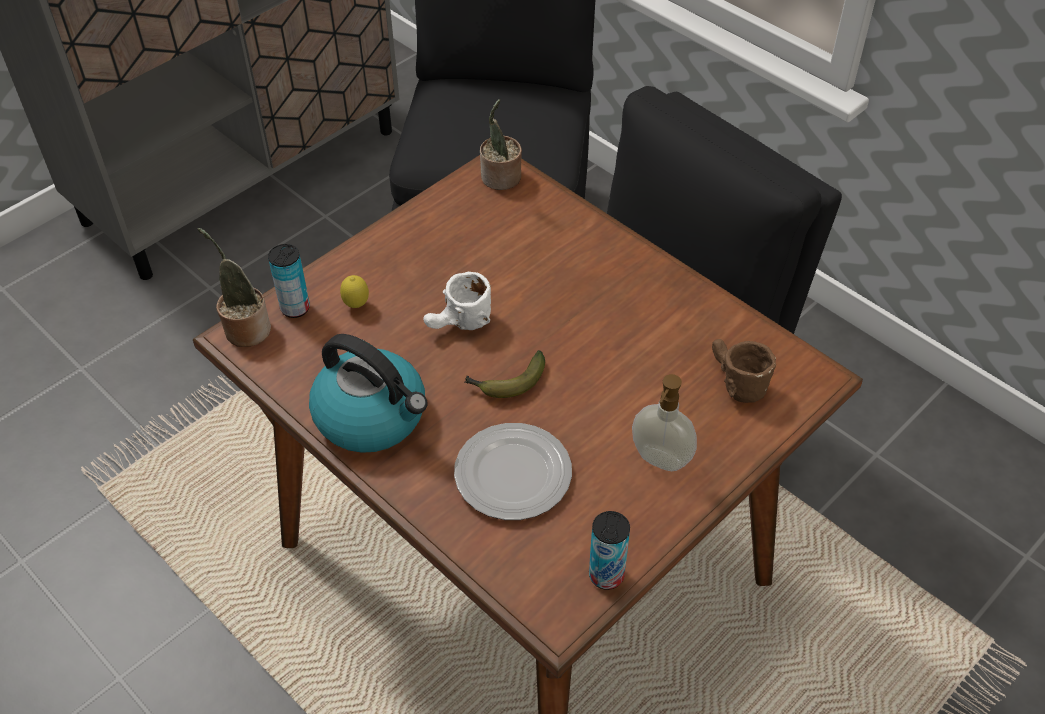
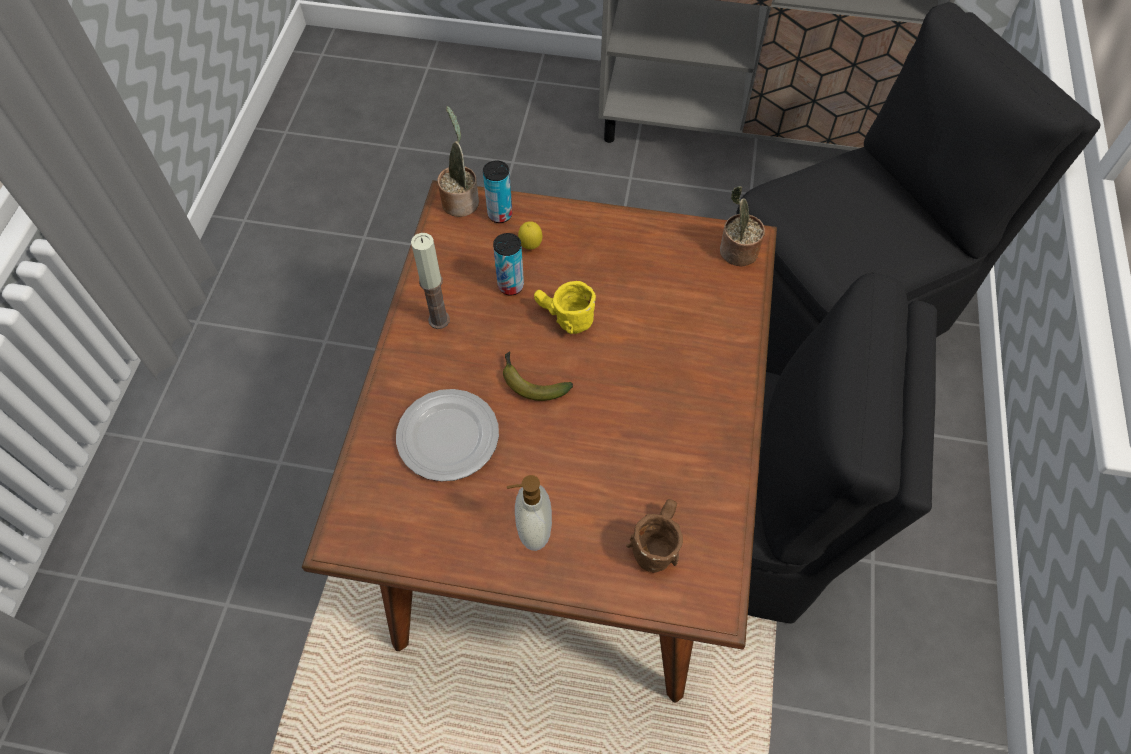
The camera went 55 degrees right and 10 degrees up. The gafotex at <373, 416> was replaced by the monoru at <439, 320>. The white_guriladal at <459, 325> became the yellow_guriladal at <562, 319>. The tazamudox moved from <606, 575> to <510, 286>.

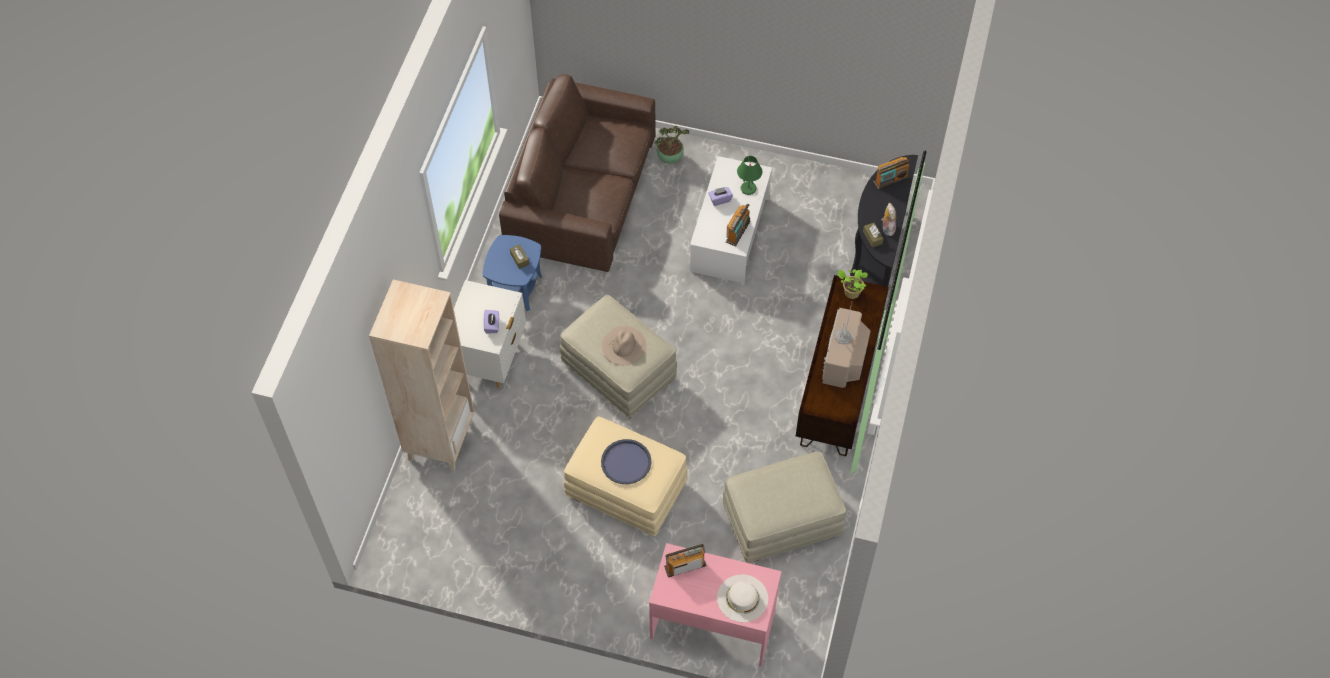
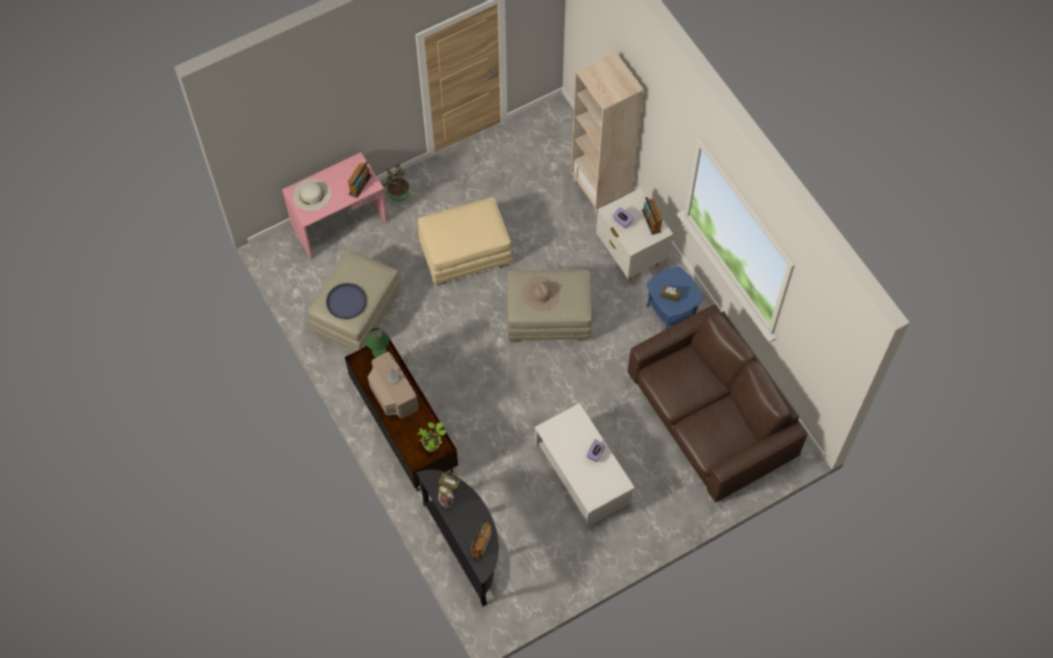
The camera went 135 degrees right and 5 degrees up. The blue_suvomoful moved from <626, 462> to <346, 301>. The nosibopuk moved from <670, 158> to <398, 196>. The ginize moved from <738, 231> to <651, 221>. The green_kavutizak moved from <748, 188> to <379, 352>.

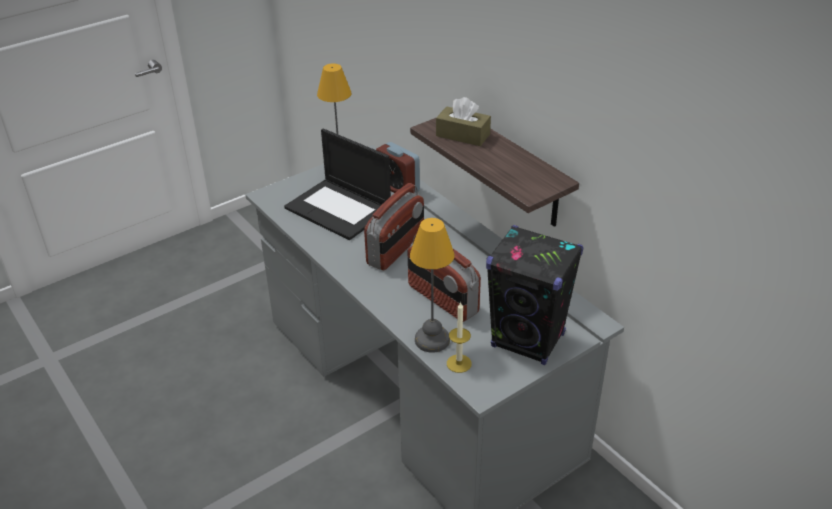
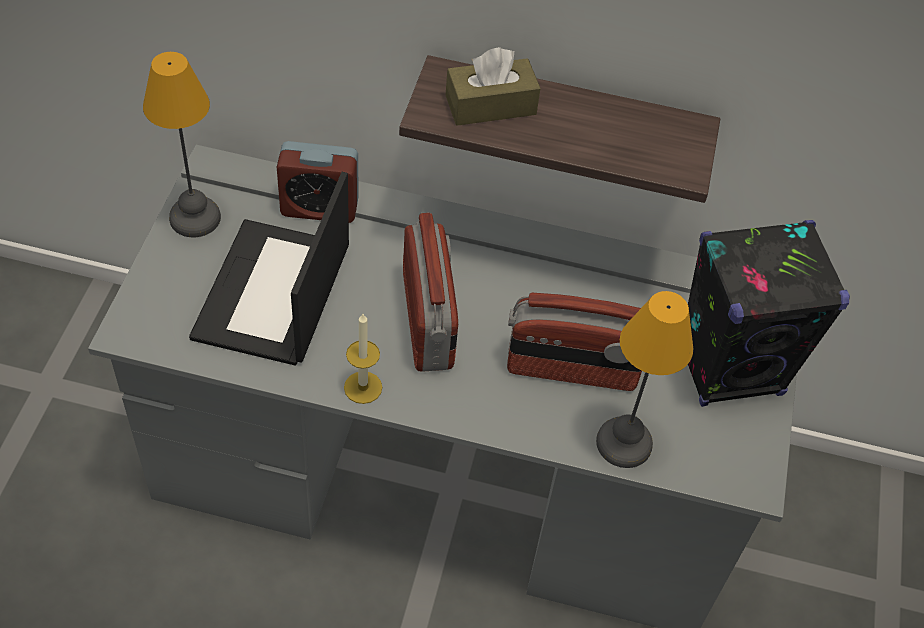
The camera went 45 degrees left and 15 degrees up. The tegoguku at <339, 209> turned 105 degrees clockwise. The monoru moved from <459, 363> to <363, 387>.

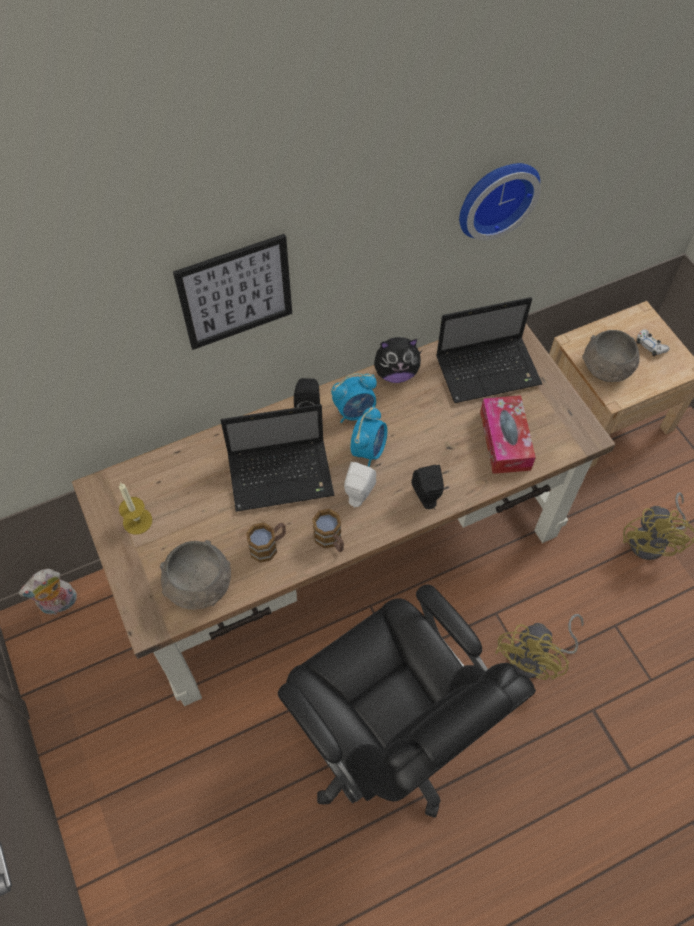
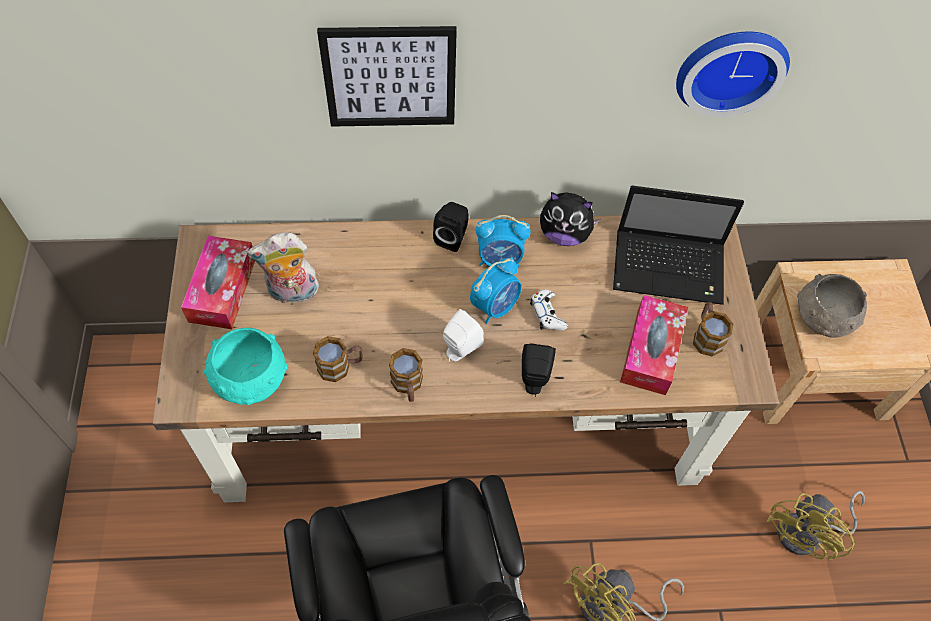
The camera went 20 degrees right and 0 degrees up. The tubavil moved from <59, 605> to <292, 293>. The monoru at <137, 521> was replaced by the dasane at <222, 289>. The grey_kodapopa at <199, 586> became the turquoise_kodapopa at <250, 380>. The tegoguku at <283, 475> disappeared. The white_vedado moved from <650, 345> to <547, 314>. The guriladal at <706, 336> appeared.

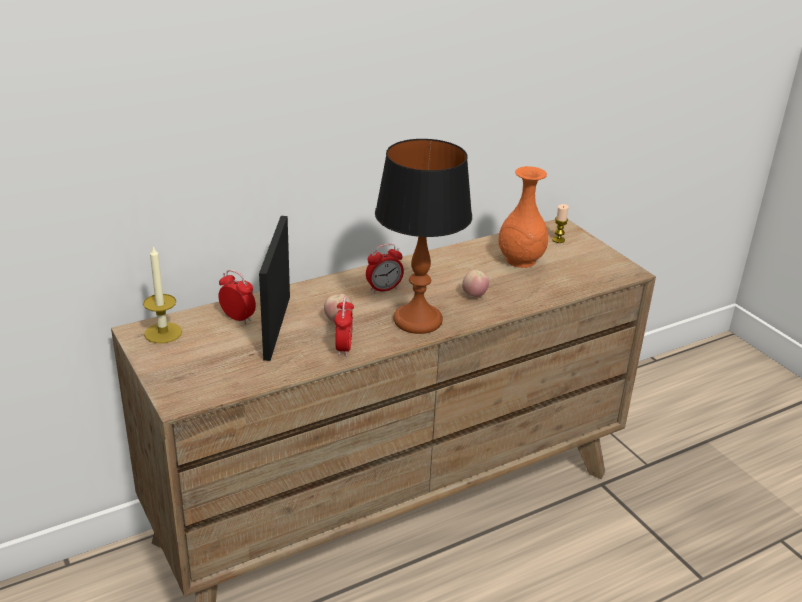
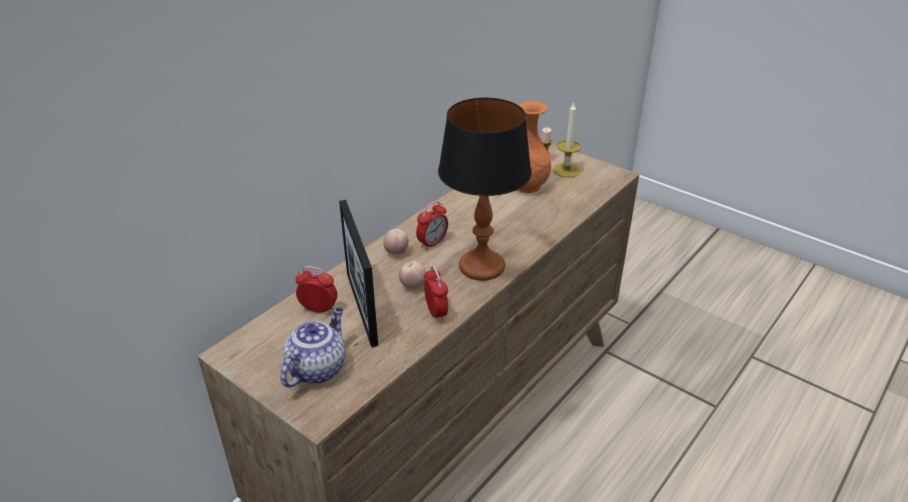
The camera went 20 degrees left and 5 degrees up. The monoru moved from <163, 333> to <566, 170>. The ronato moved from <474, 295> to <396, 252>. The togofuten at <317, 368> appeared.

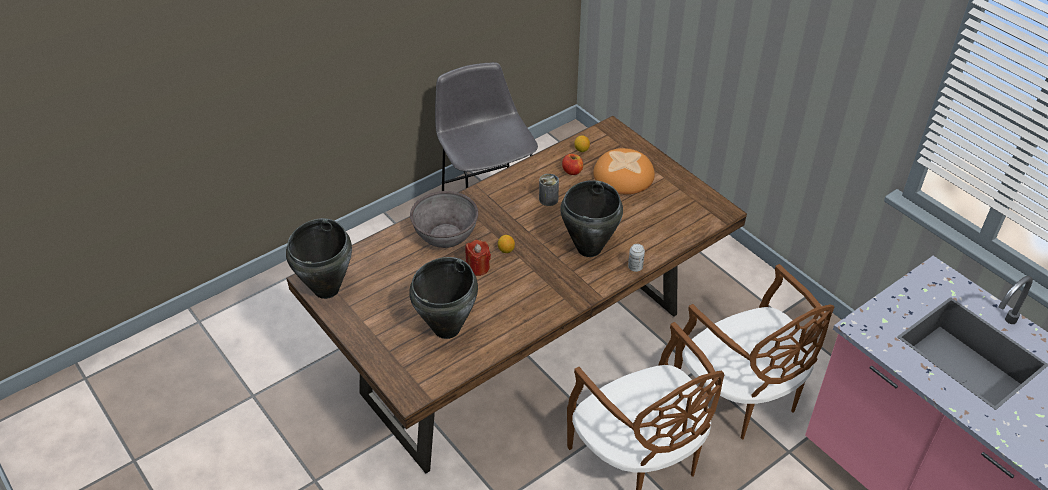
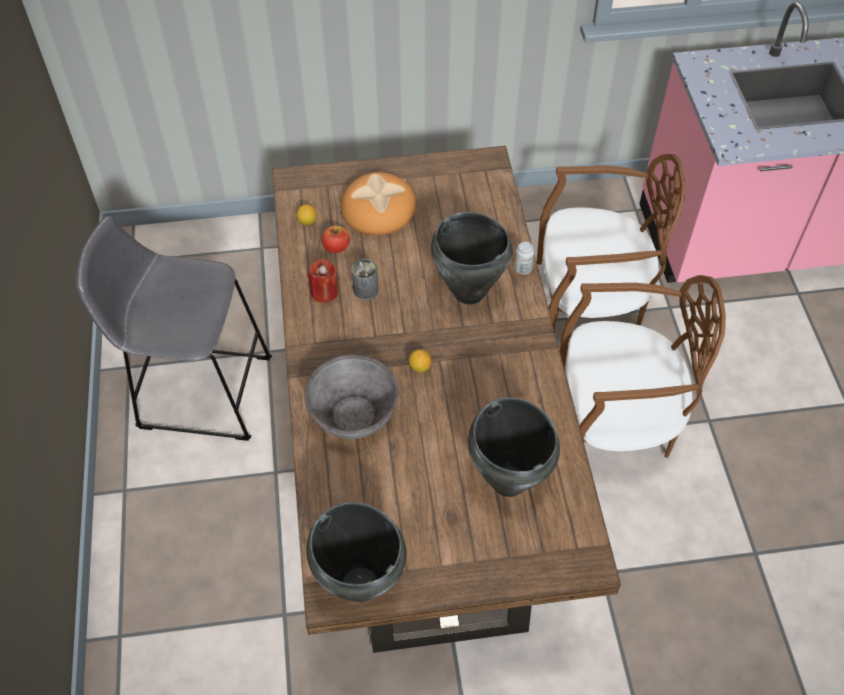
The camera went 60 degrees left and 10 degrees up. The red_monoru moved from <478, 267> to <324, 292>.

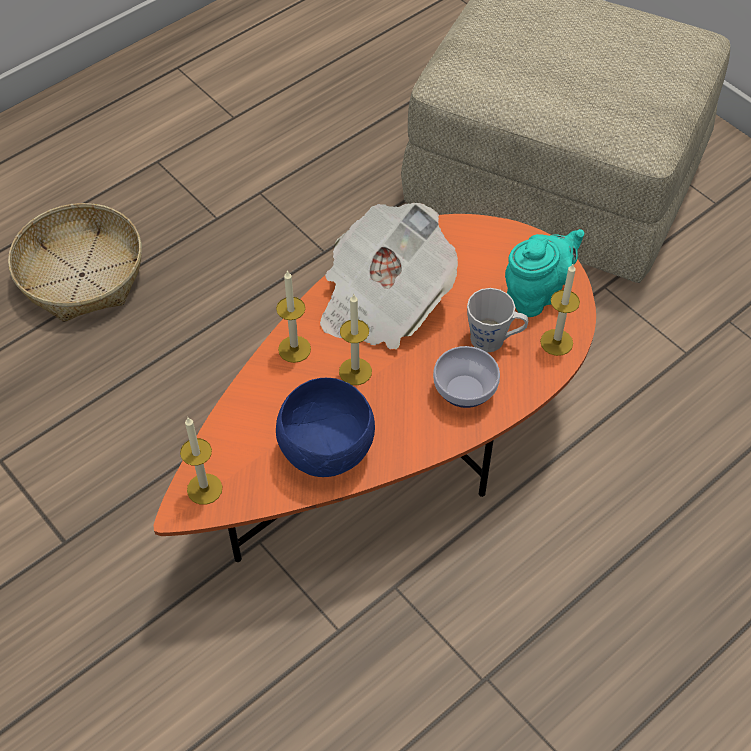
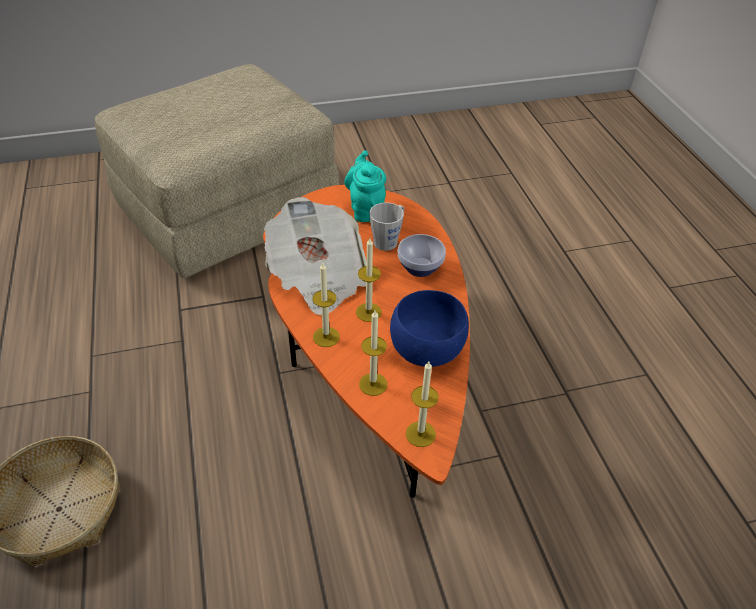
The camera went 65 degrees left and 10 degrees down. The monoru moved from <556, 342> to <373, 384>.

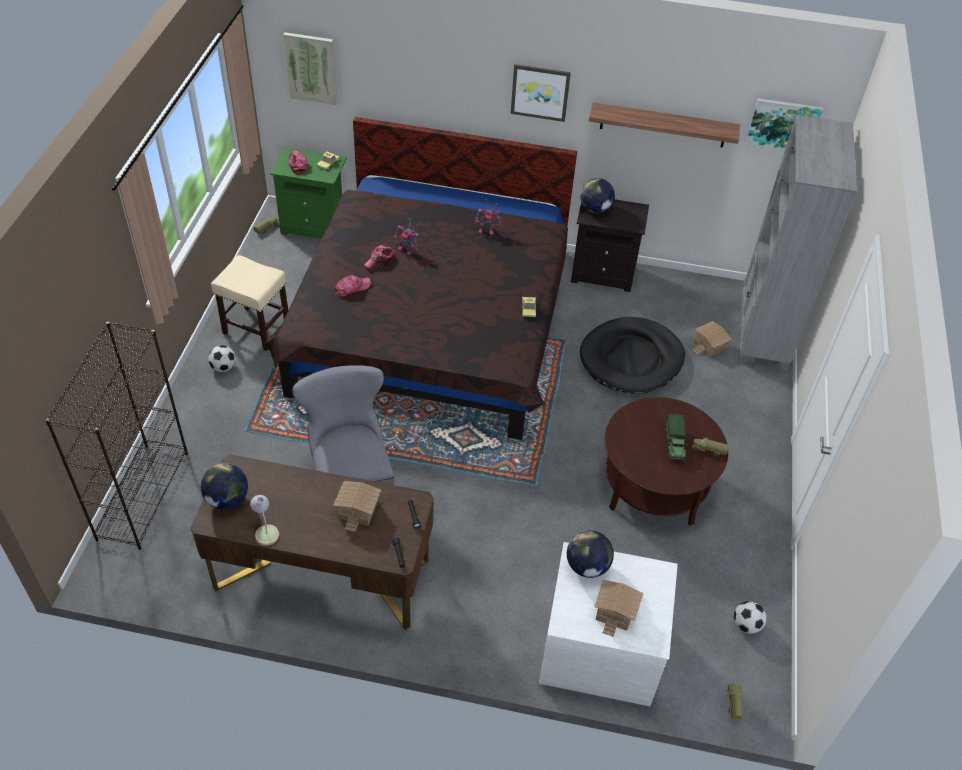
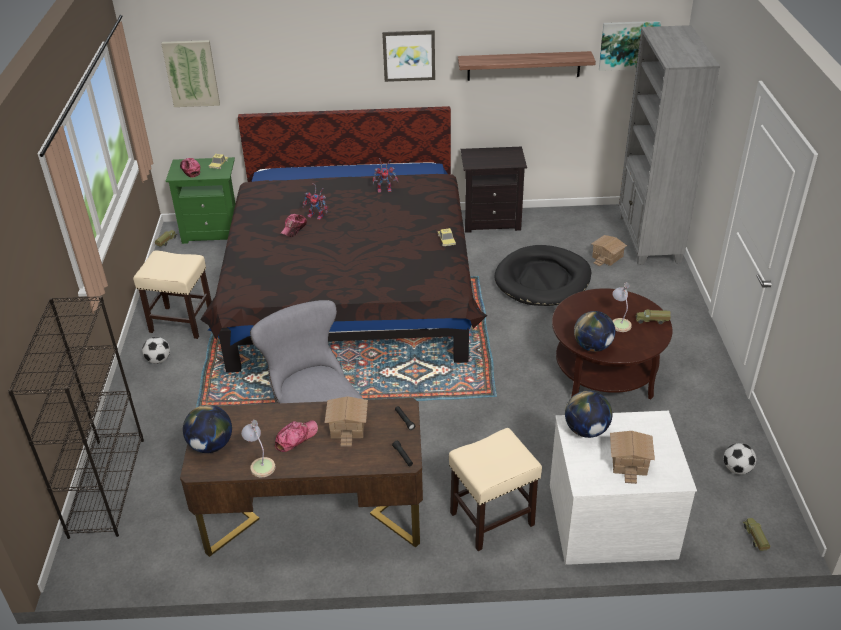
The camera went 10 degrees left and 10 degrees down. The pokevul moved from <352, 288> to <296, 438>. The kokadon moved from <595, 209> to <592, 346>. The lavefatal at <674, 444> was replaced by the kavutizak at <619, 322>. The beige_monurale at <492, 518> appeared.

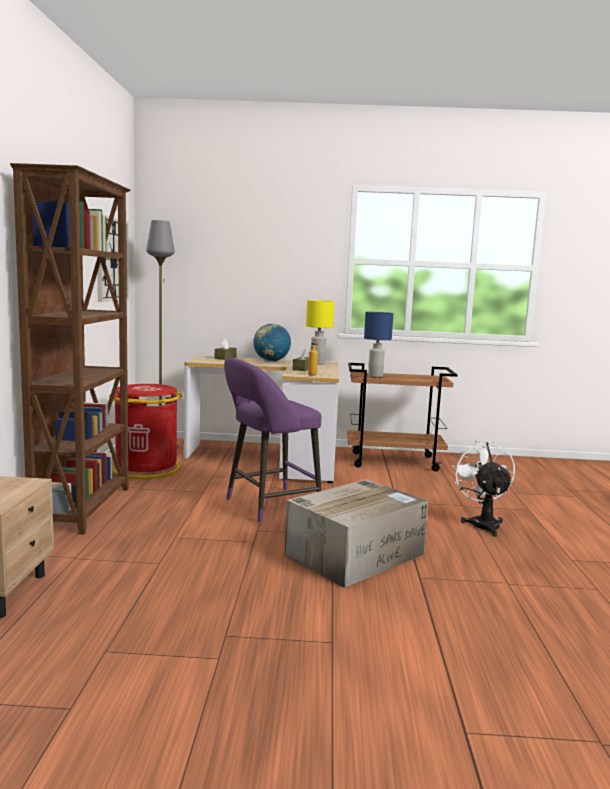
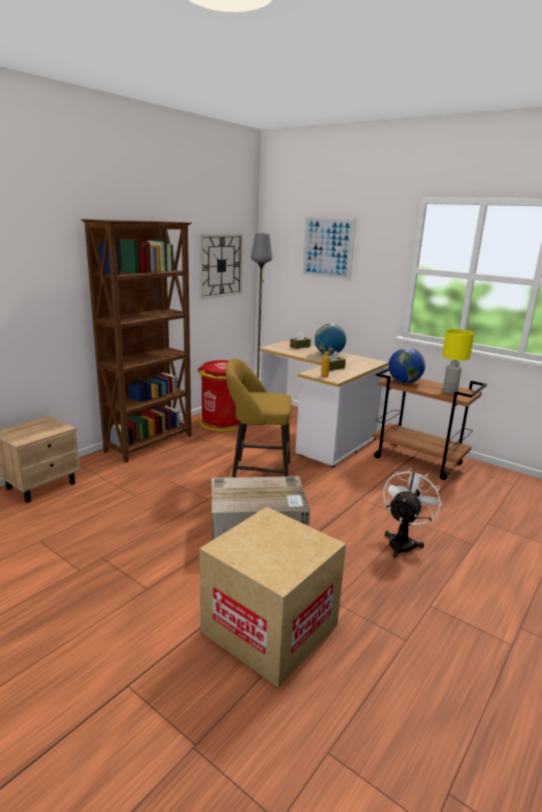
The camera went 35 degrees right and 10 degrees up. The purple_monurale at <268, 506> became the yellow_monurale at <257, 474>. The yellow_kavutizak moved from <317, 363> to <450, 391>. The blue_kavutizak at <375, 376> was replaced by the kokadon at <404, 382>. The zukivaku at <270, 628> appeared. The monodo at <327, 248> appeared.

